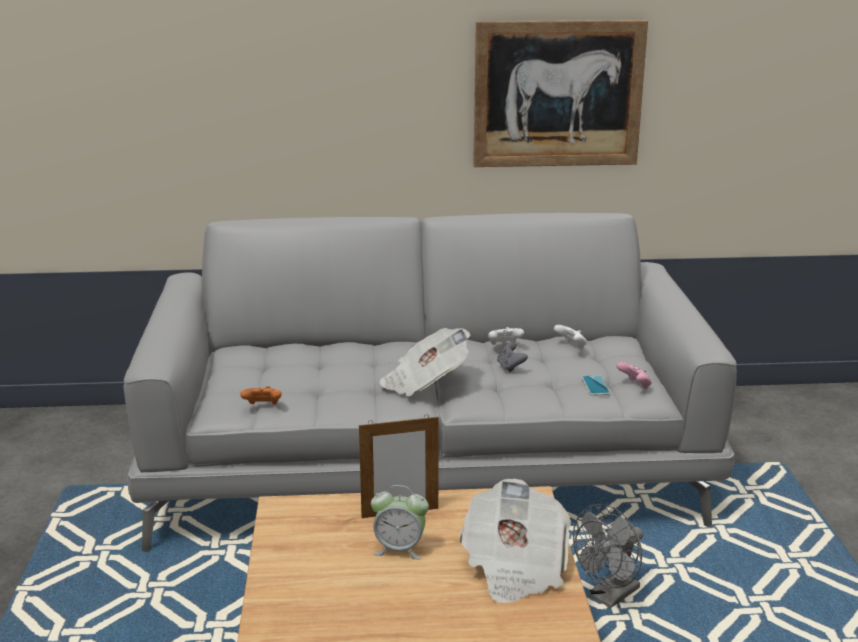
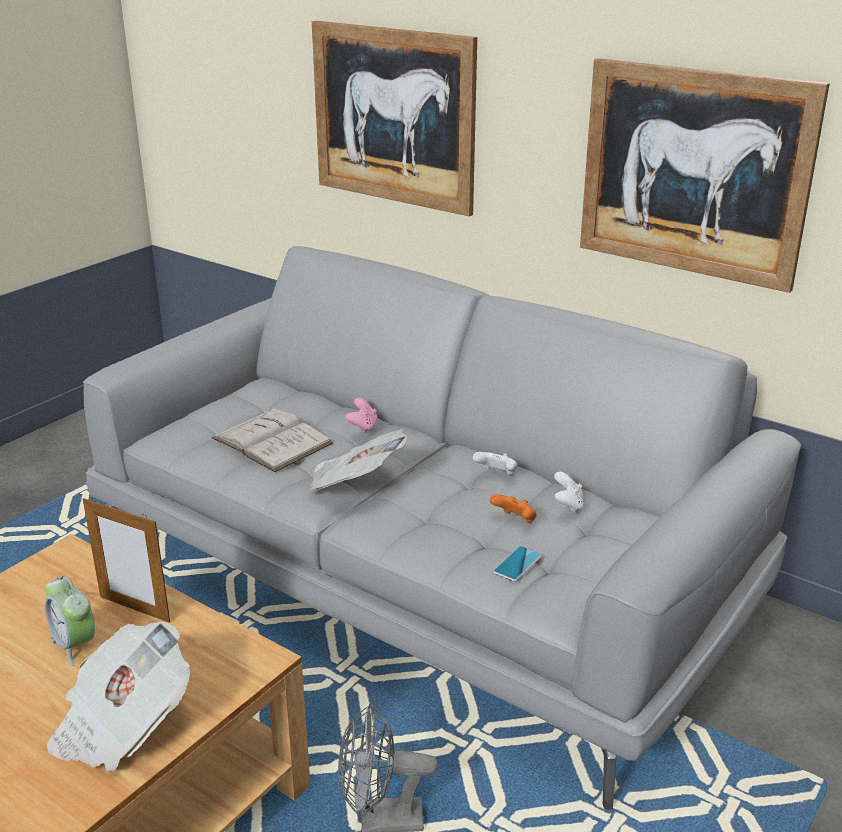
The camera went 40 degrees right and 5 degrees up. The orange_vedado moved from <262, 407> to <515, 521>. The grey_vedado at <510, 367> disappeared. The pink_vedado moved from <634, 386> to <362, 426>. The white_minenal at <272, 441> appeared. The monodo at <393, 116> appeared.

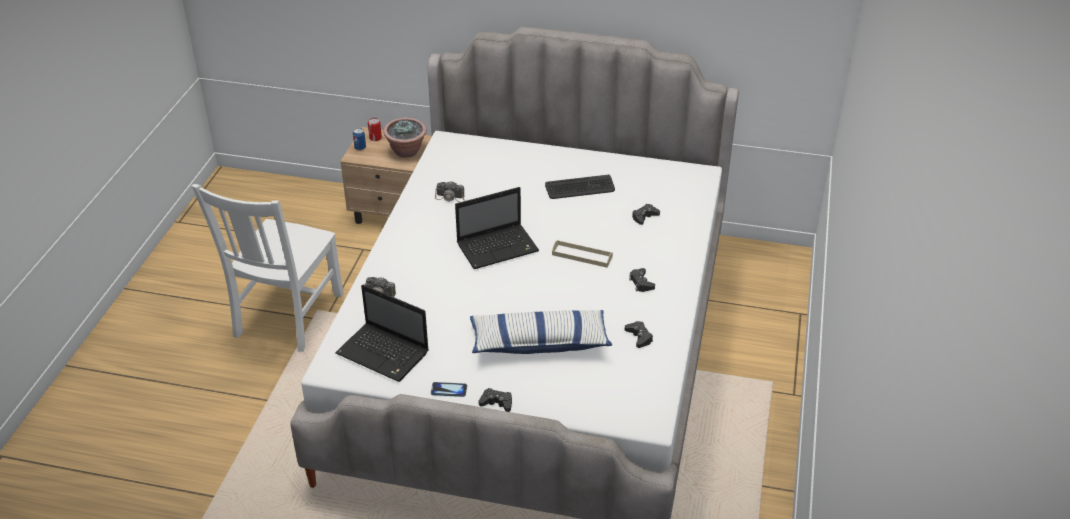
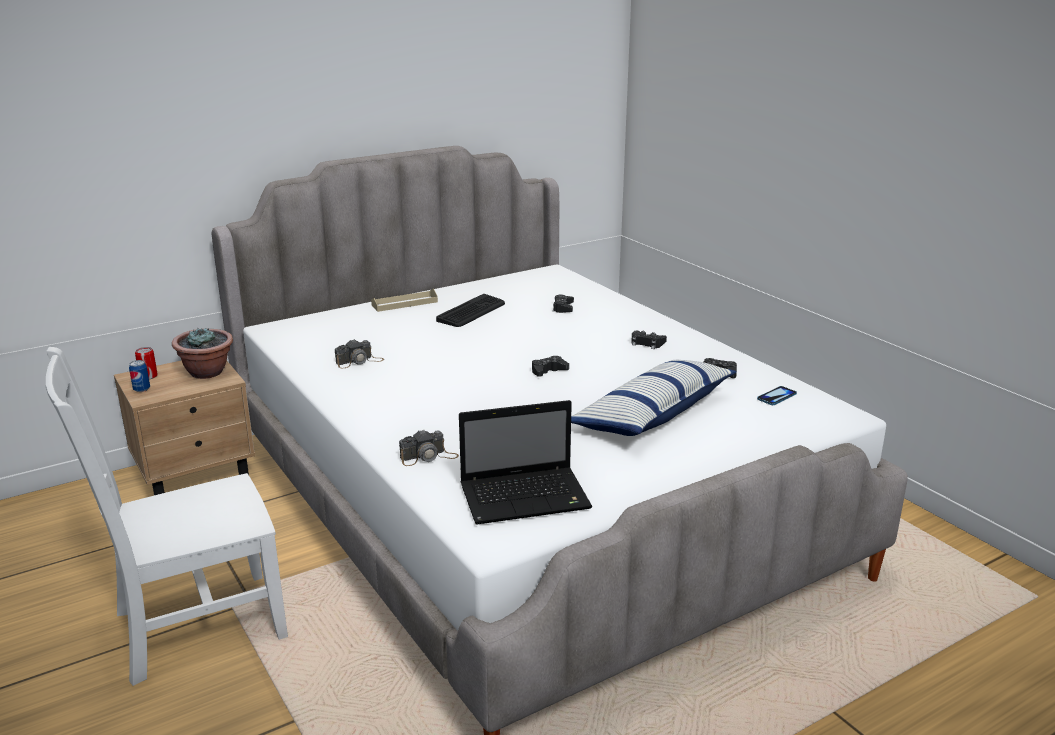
The camera went 45 degrees left and 15 degrees down. The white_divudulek at <287, 317> turned 90 degrees clockwise. The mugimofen moved from <449, 390> to <776, 397>. The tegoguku at <499, 247> disappeared. The black_vedado moved from <497, 403> to <548, 371>. The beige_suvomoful moved from <582, 255> to <404, 303>.

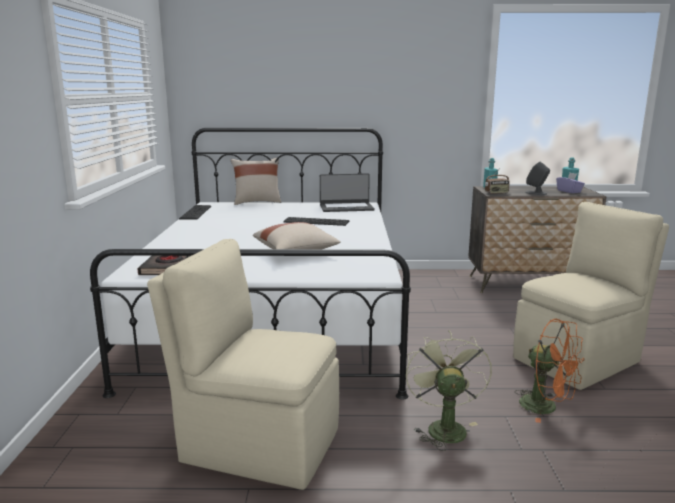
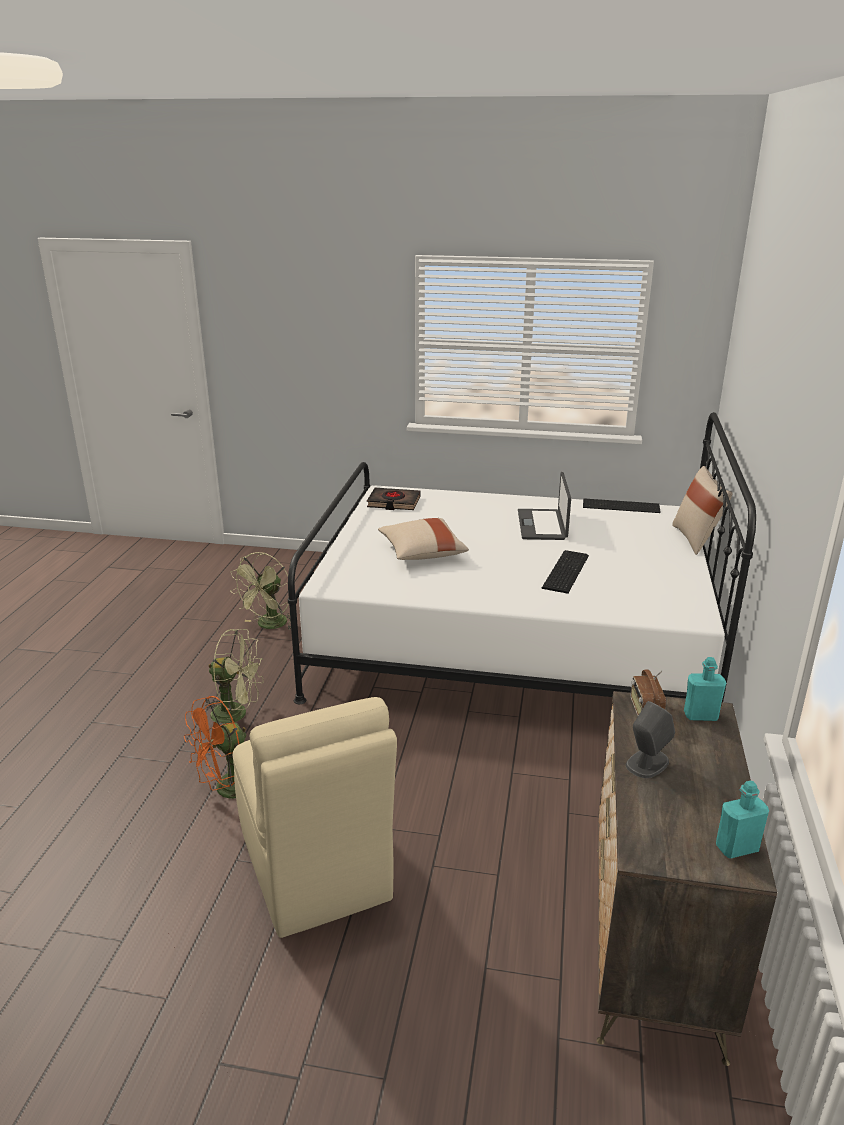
The camera went 100 degrees right and 10 degrees up. The beige_divudulek at <257, 444> was replaced by the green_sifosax at <269, 625>. The tegoguku moved from <346, 207> to <543, 525>. The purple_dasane at <569, 191> disappeared.

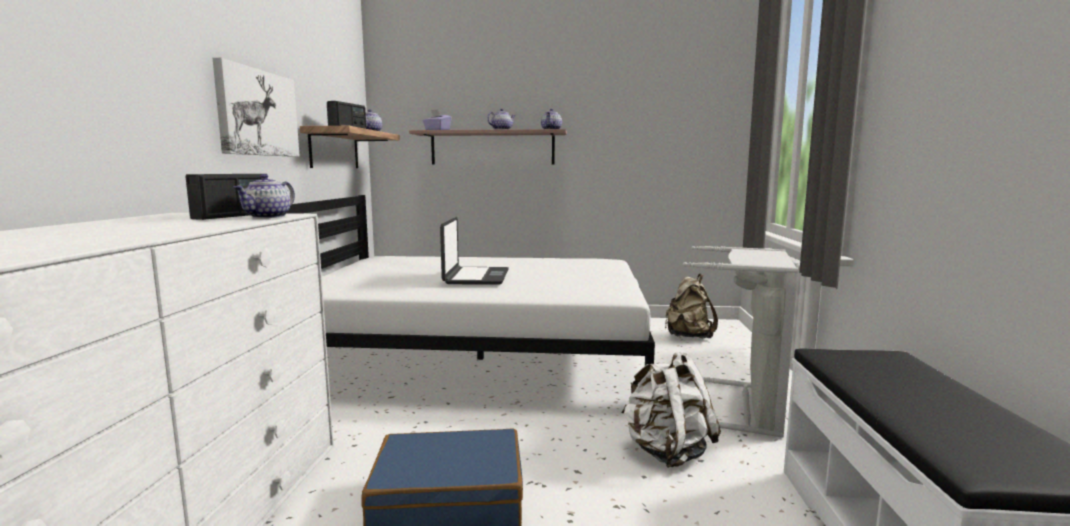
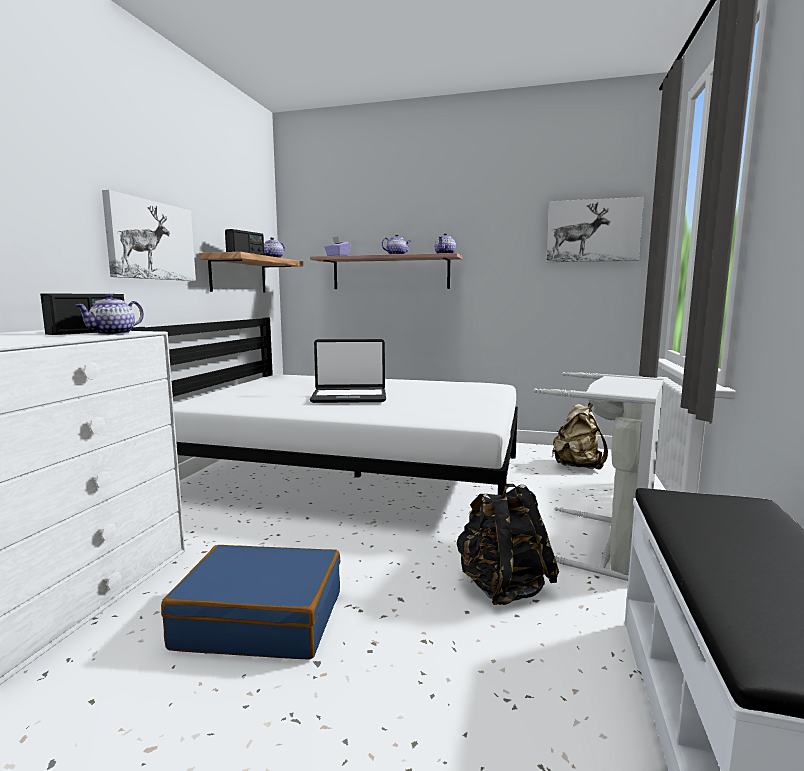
The camera went 10 degrees right and 0 degrees up. The tegoguku at <476, 277> turned 75 degrees clockwise. The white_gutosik at <667, 452> became the black_gutosik at <502, 587>. The monodo at <593, 231> appeared.

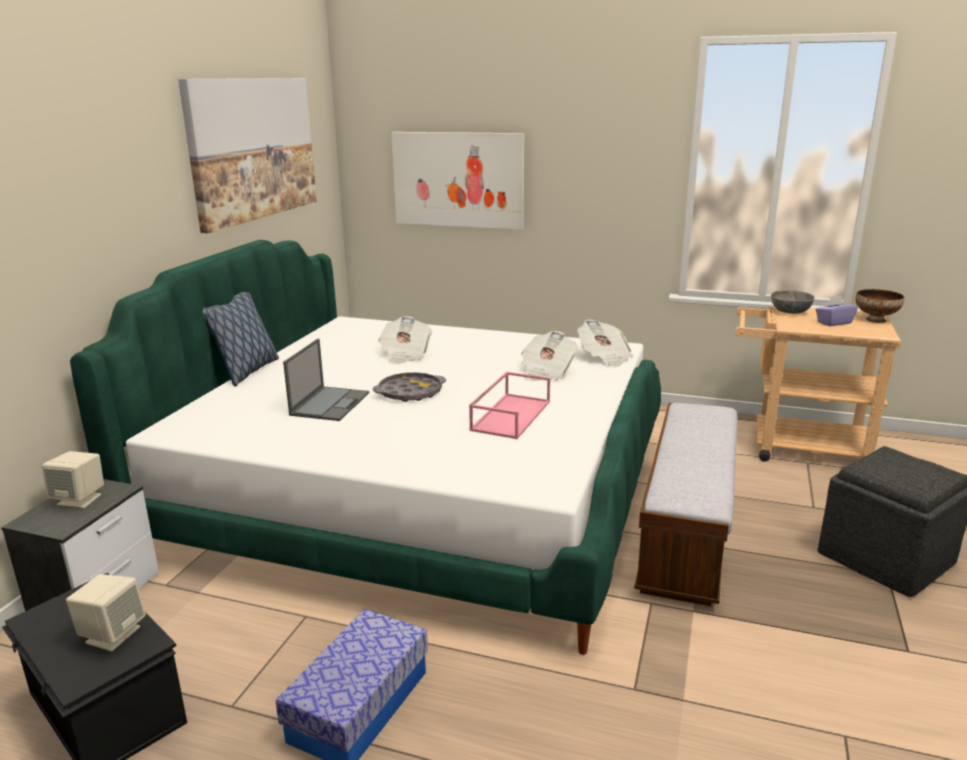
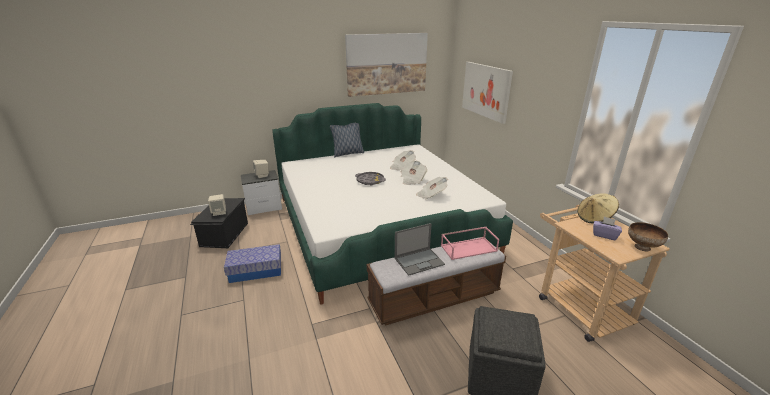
The camera went 50 degrees right and 5 degrees up. The tegoguku moved from <330, 403> to <419, 261>. The pink_suvomoful moved from <510, 415> to <469, 248>. The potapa moved from <604, 357> to <412, 180>. The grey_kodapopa at <790, 311> was replaced by the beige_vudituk at <594, 218>.

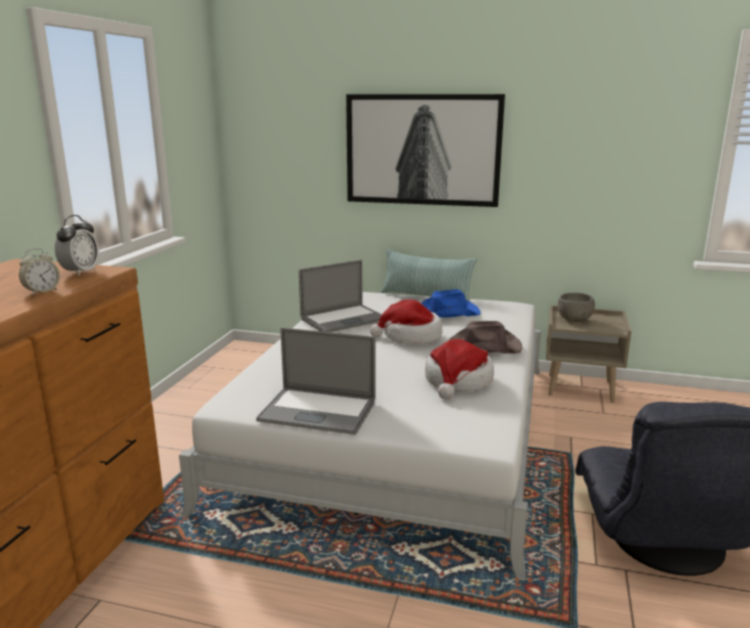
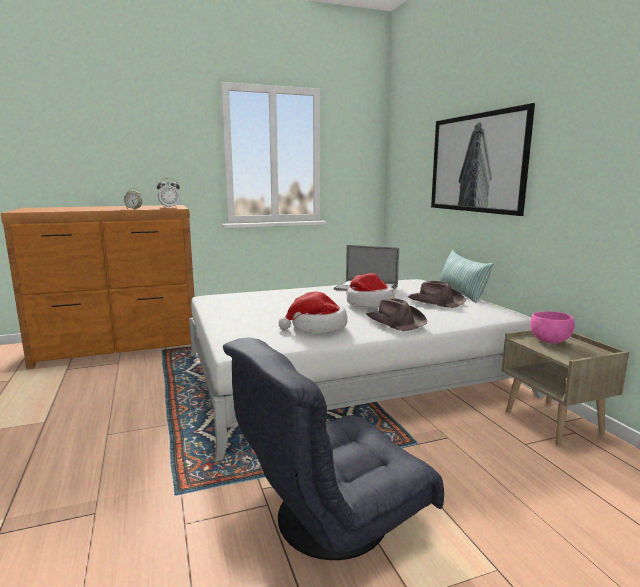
The camera went 55 degrees right and 5 degrees down. The tegoguku at <317, 411> disappeared. The blue_vudituk at <447, 312> became the brown_vudituk at <435, 301>. The grey_kodapopa at <574, 320> became the pink_kodapopa at <550, 341>.

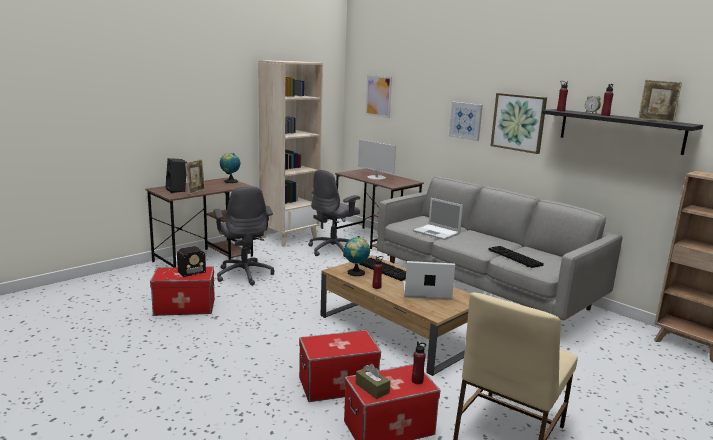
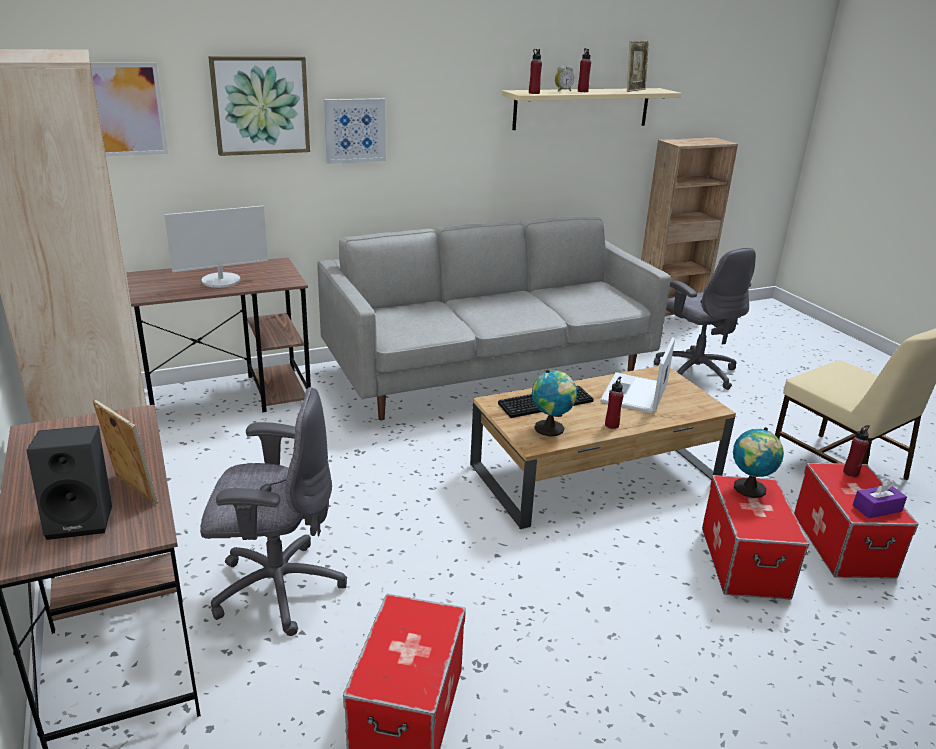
The camera went 70 degrees left and 10 degrees up. The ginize at <182, 273> disappeared. The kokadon moved from <230, 181> to <749, 489>. The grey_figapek moved from <333, 249> to <695, 372>. The brown_dasane at <372, 388> became the purple_dasane at <877, 508>. The tegoguku at <437, 232> disappeared. The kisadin at <513, 257> disappeared. The monodo moved from <518, 122> to <260, 105>. The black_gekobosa at <620, 130> became the beige_gekobosa at <582, 108>.

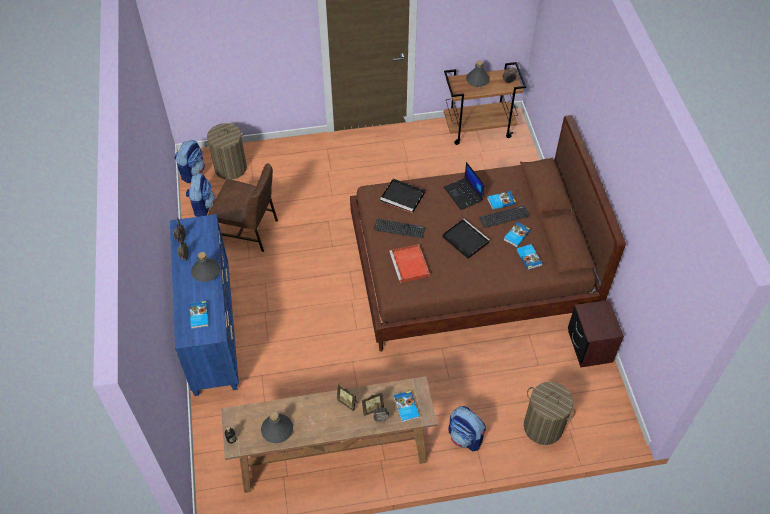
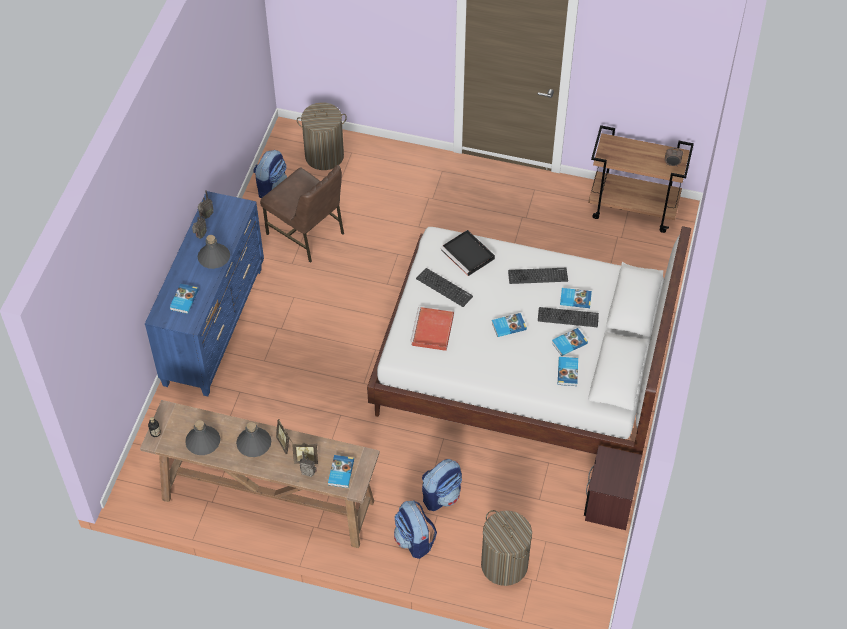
The camera went 25 degrees right and 0 degrees up. The gutosik moved from <193, 172> to <442, 495>. The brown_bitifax at <470, 272> became the white_bitifax at <523, 370>. The black_suvomoful at <464, 239> was replaced by the minenal at <508, 326>. The tegoguku at <463, 194> was replaced by the kisadin at <538, 276>. The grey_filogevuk moved from <477, 80> to <254, 444>.

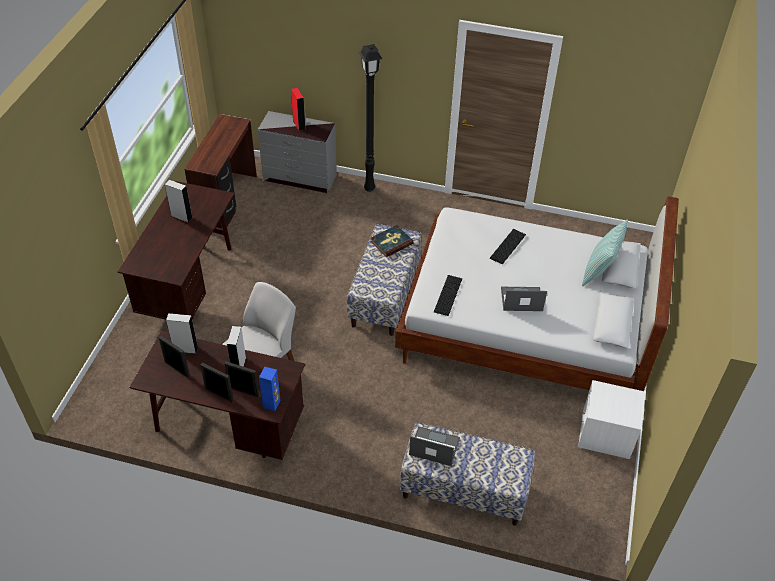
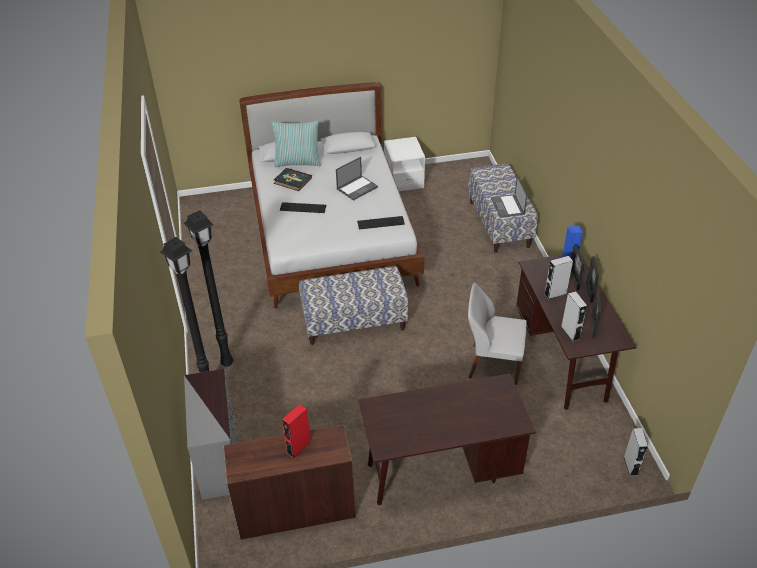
The camera went 115 degrees left and 5 degrees down. The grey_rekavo moved from <181, 217> to <631, 465>. The red_rekavo moved from <299, 124> to <298, 447>. The minenal moved from <391, 242> to <292, 181>. The tegoguku at <521, 299> turned 105 degrees counterclockwise. The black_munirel at <226, 363> appeared.

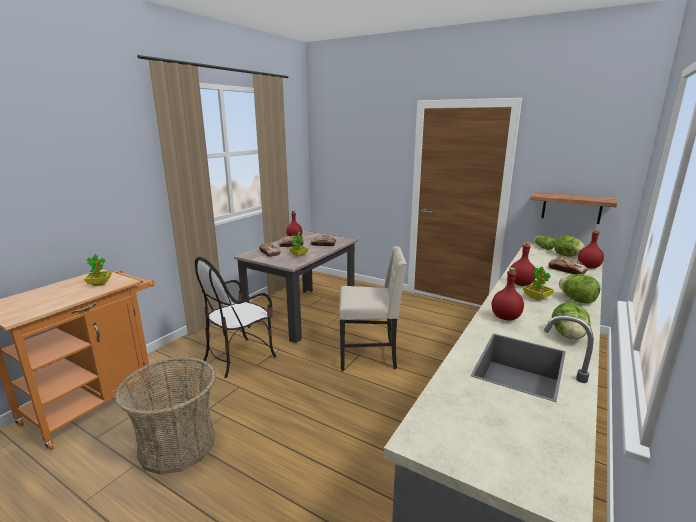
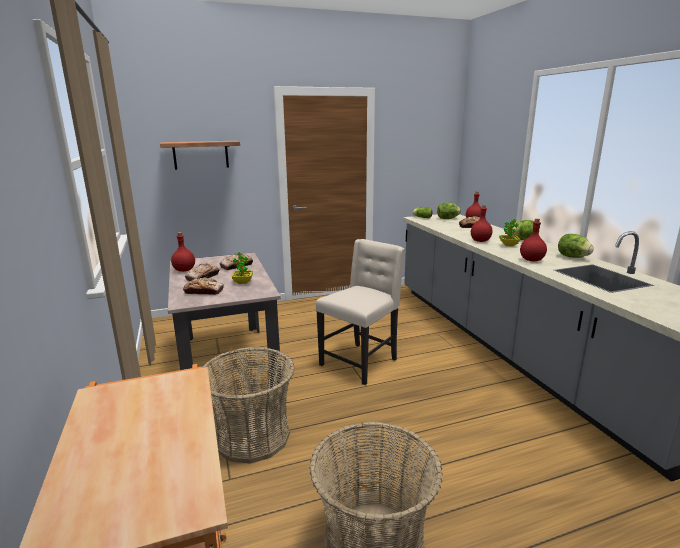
The camera went 50 degrees left and 0 degrees up. The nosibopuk at <100, 284> disappeared. The divudulek at <239, 357> was replaced by the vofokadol at <252, 436>. The gekobosa moved from <571, 208> to <201, 155>.

